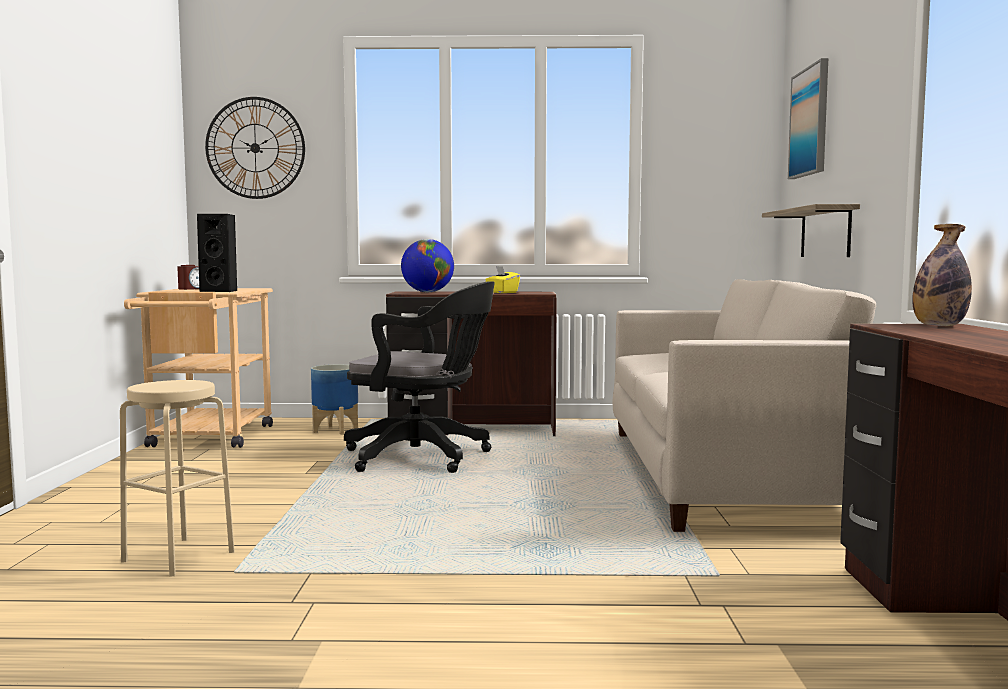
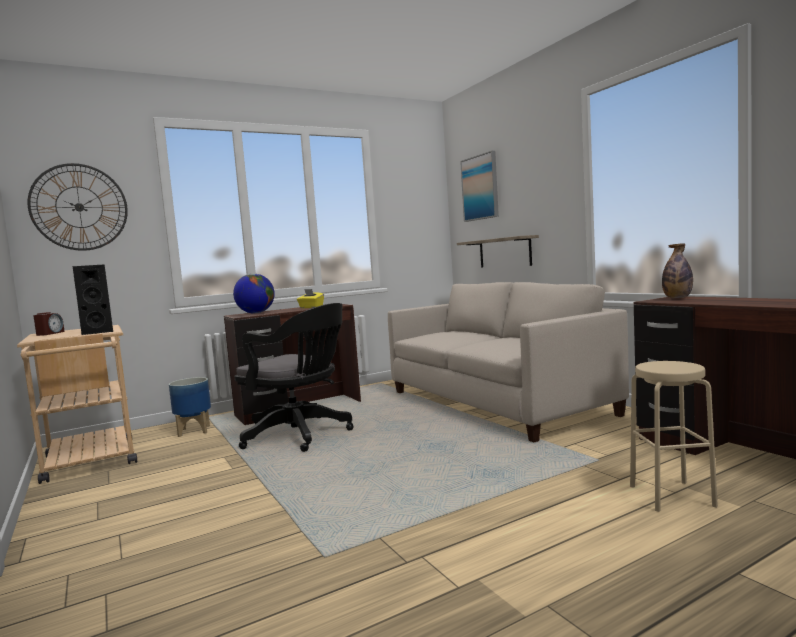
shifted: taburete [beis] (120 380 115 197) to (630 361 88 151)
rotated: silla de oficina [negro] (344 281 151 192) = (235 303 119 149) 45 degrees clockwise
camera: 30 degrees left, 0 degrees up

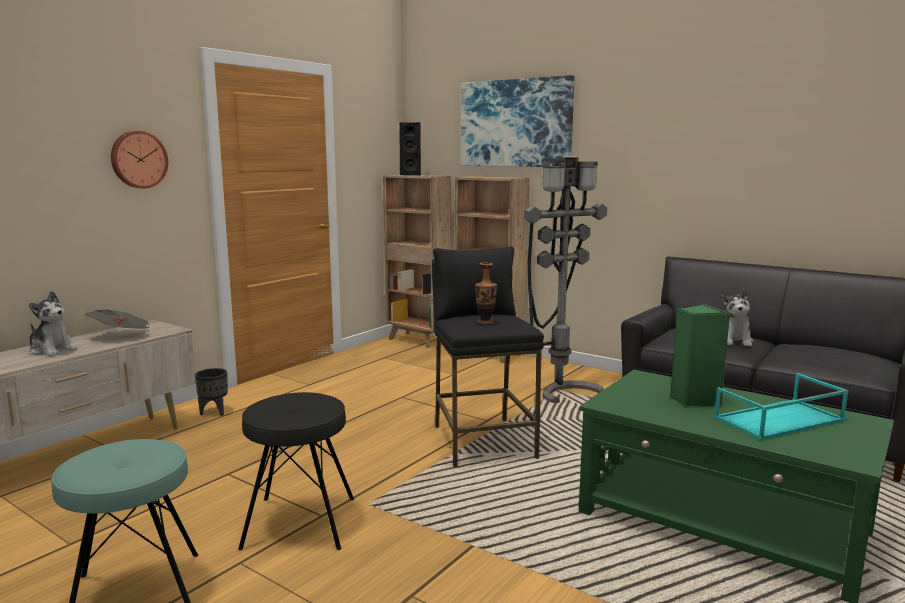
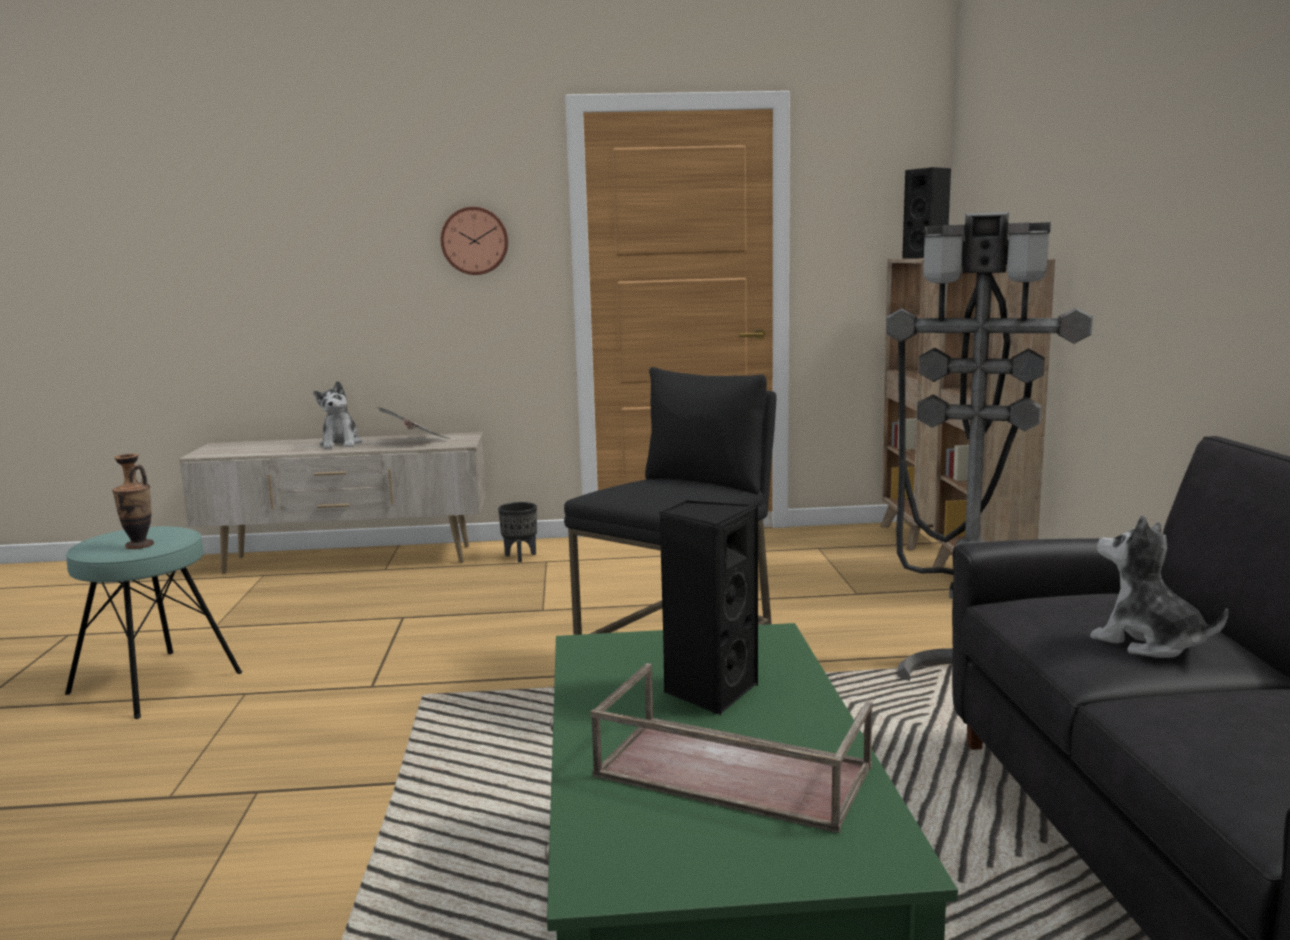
gone: taburete [negro] (238 392 116 158); cuadro (461 75 113 92)
shifted: florero (475 263 22 62) to (112 454 42 95)
repainted: altavoz [verde] (670 304 60 104) to altavoz [negro] (660 500 98 215); bandeja [turquesa] (714 373 135 67) to bandeja [marrón] (590 663 283 170)
rotated: peluche (721 289 32 57) = (1090 515 139 143) 75 degrees clockwise
camera: 50 degrees right, 0 degrees up

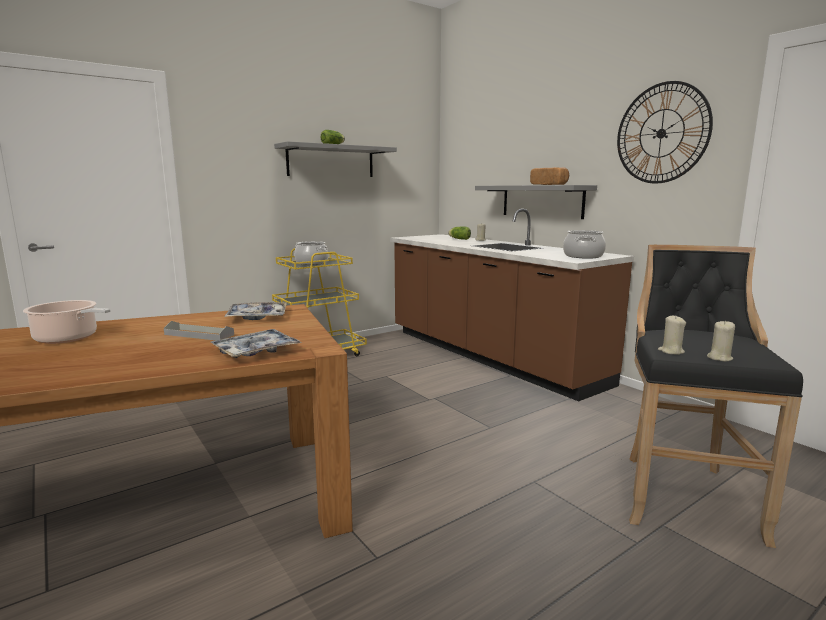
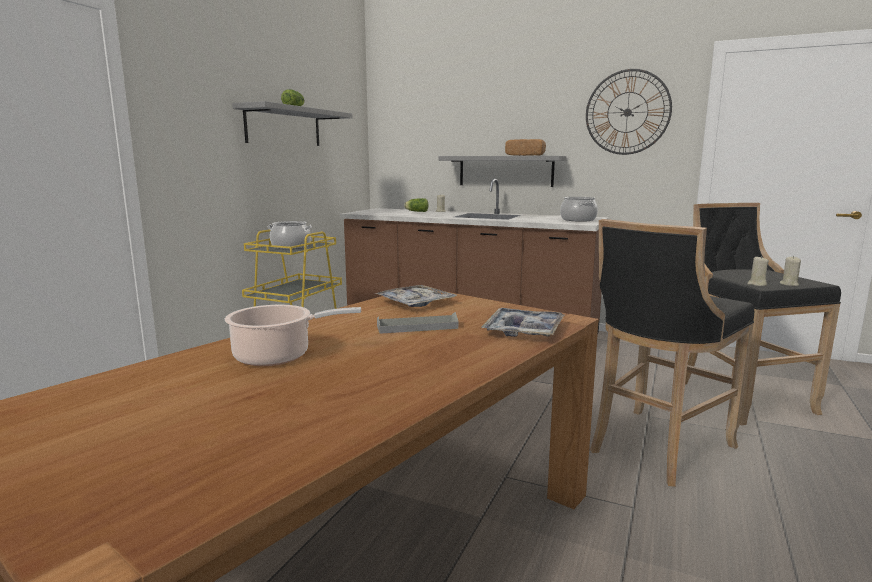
new: taburete [negro] (590 219 164 268)
camera: 30 degrees left, 0 degrees up

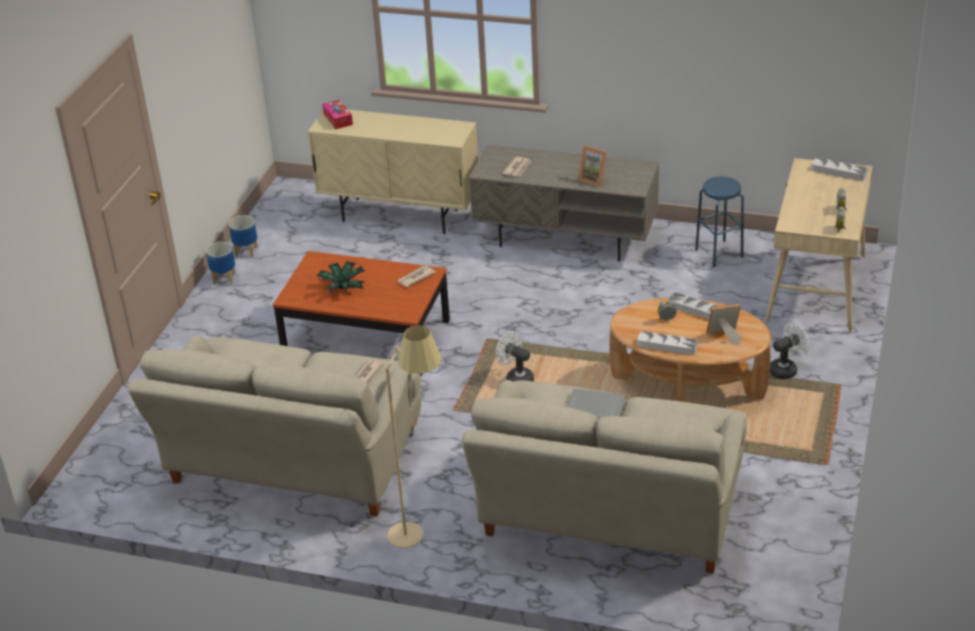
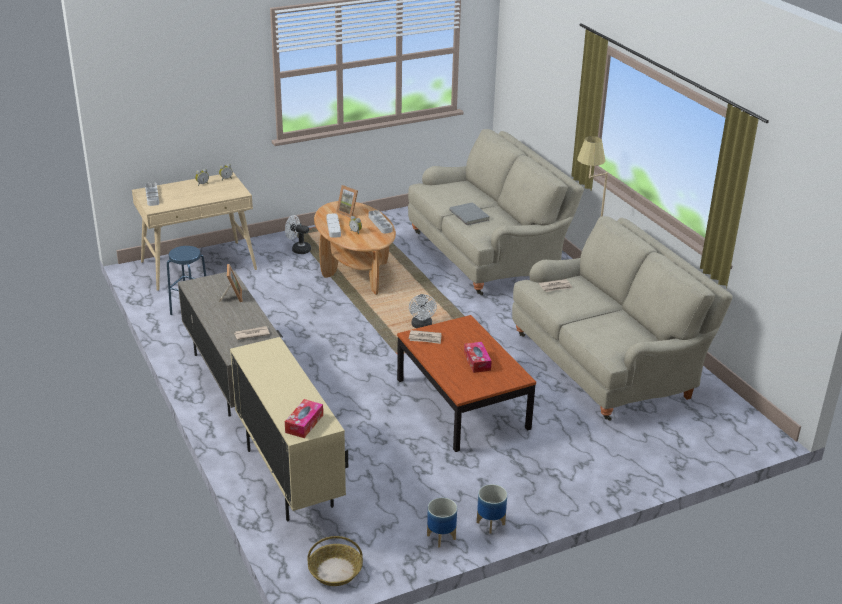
new: cesta (307 536 56 50)
swapped: planta en maceta (316 261 49 32) to caja de pañuelos (464 342 28 31)
camera: 135 degrees left, 5 degrees down

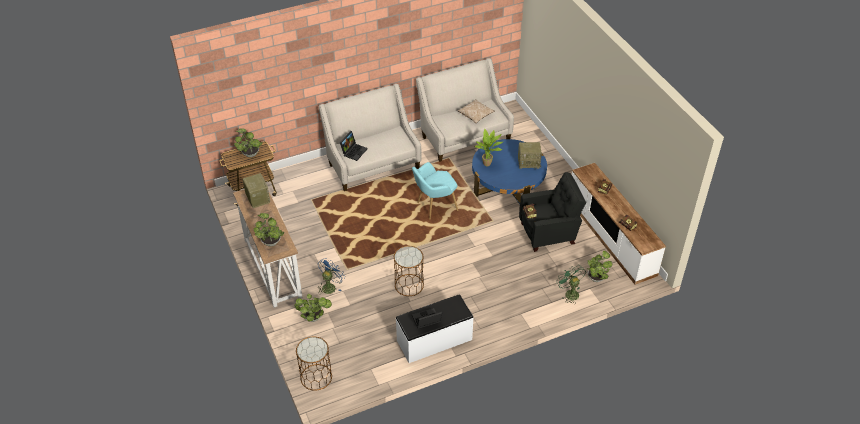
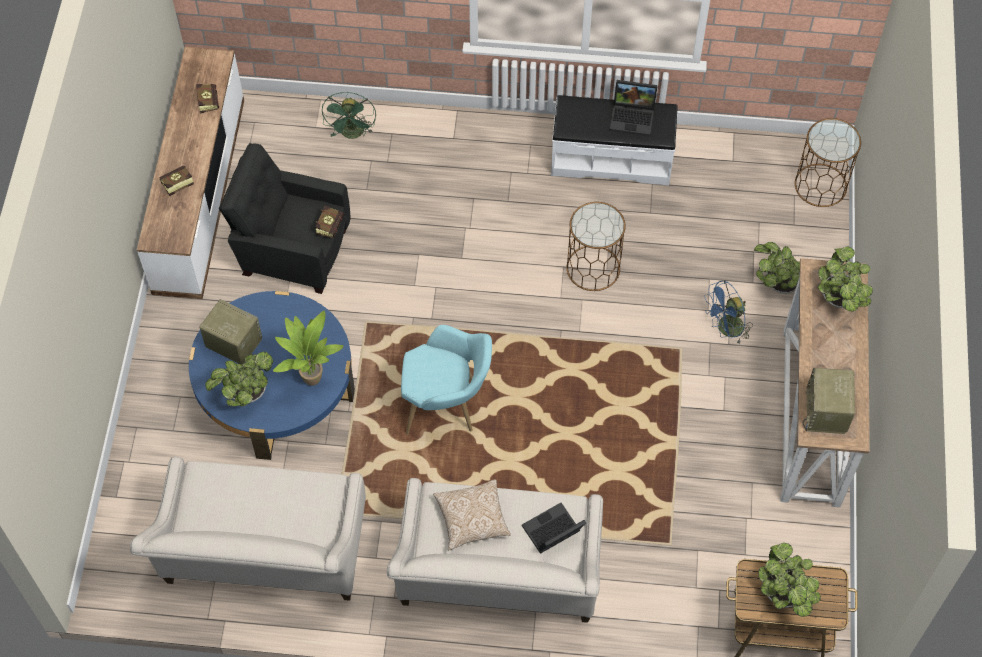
shifted: cojín (458 99 37 24) to (433 479 78 71); planta en maceta (587 251 25 31) to (205 351 68 56)
camera: 150 degrees left, 15 degrees up

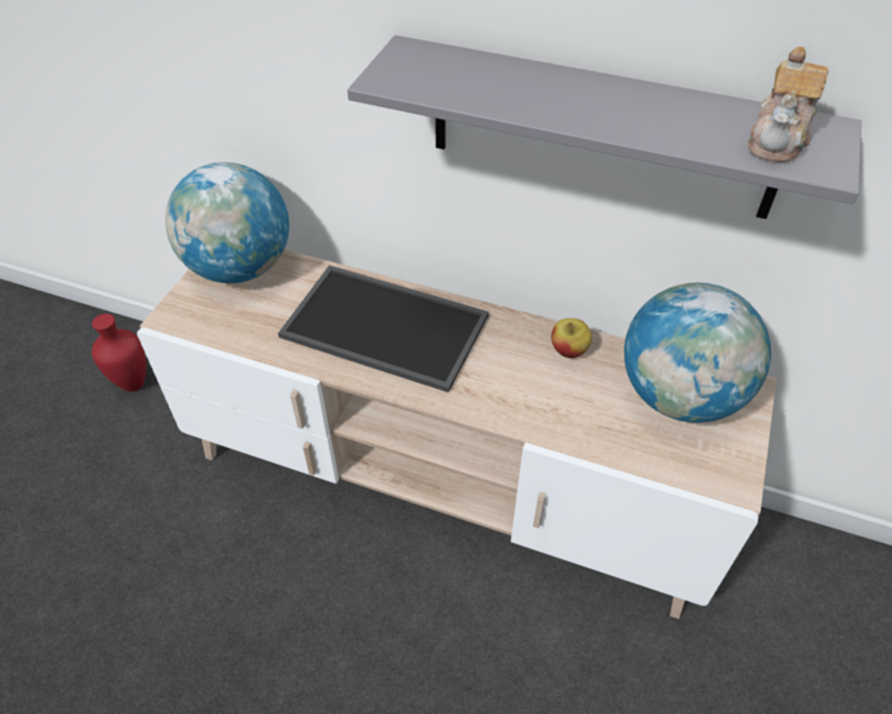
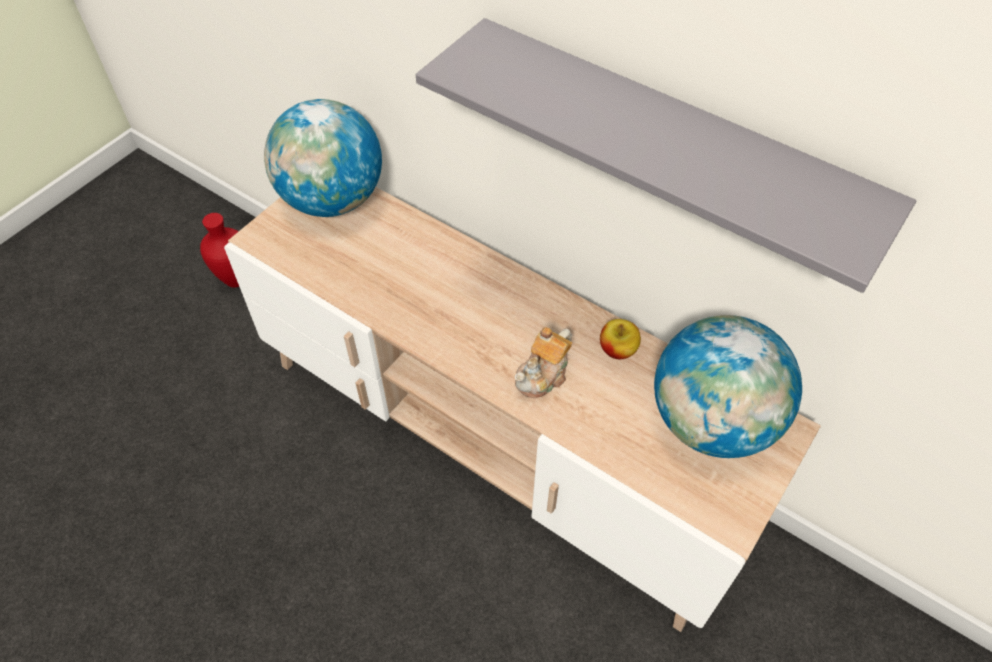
gone: bandeja (278 265 211 128)
shifted: tetera (748 47 81 115) to (515 327 57 71)
camera: 15 degrees right, 5 degrees up

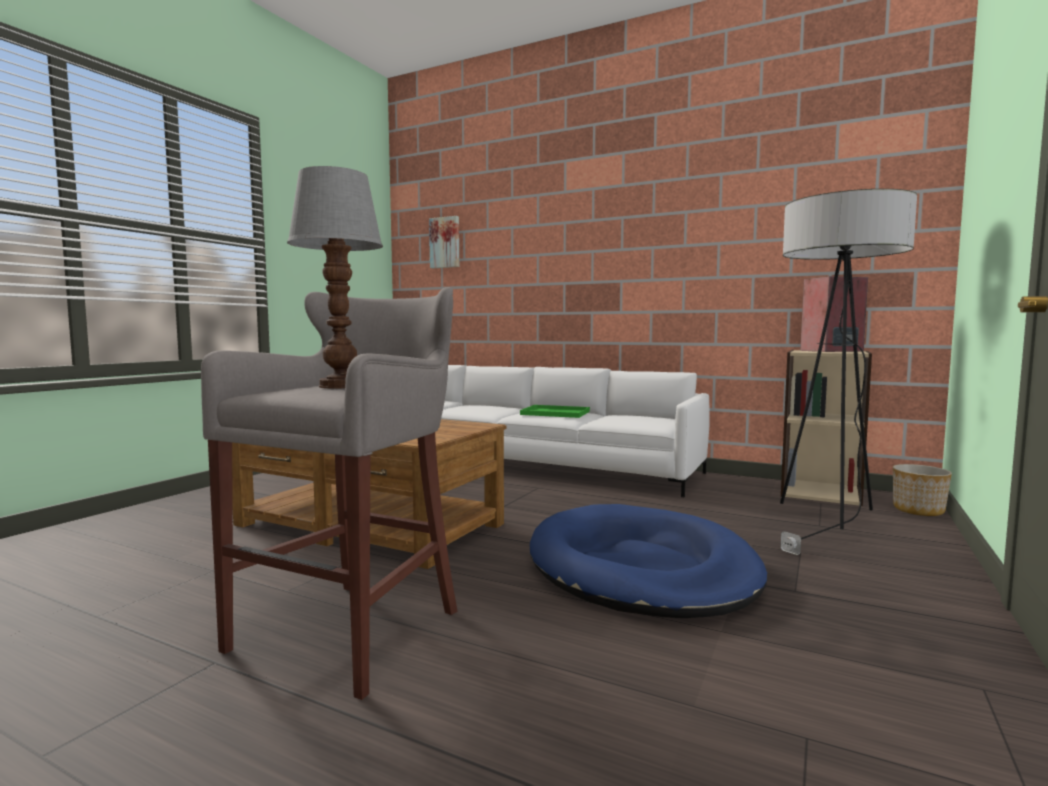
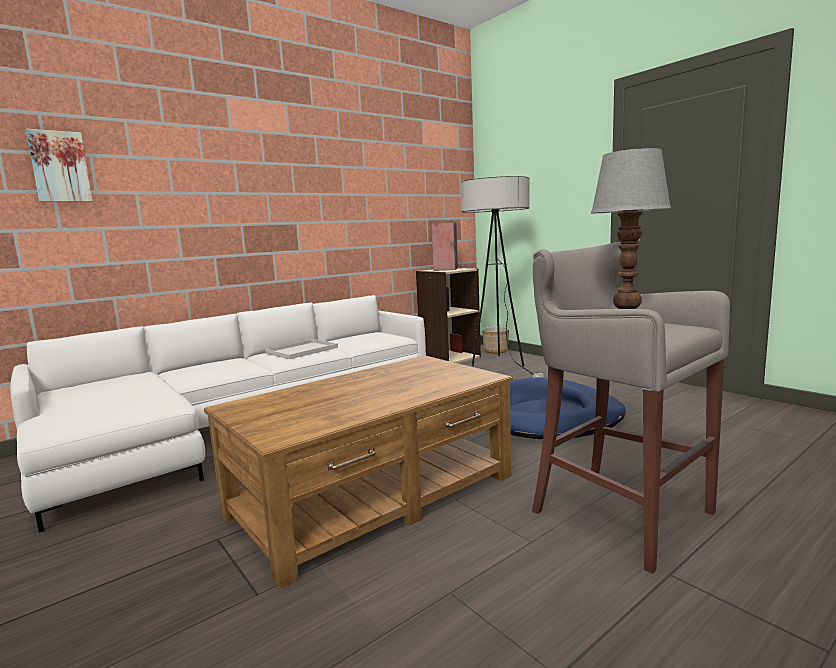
repainted: bandeja [verde] (520 405 70 13) to bandeja [blanco] (265 339 73 20)
camera: 65 degrees left, 5 degrees up

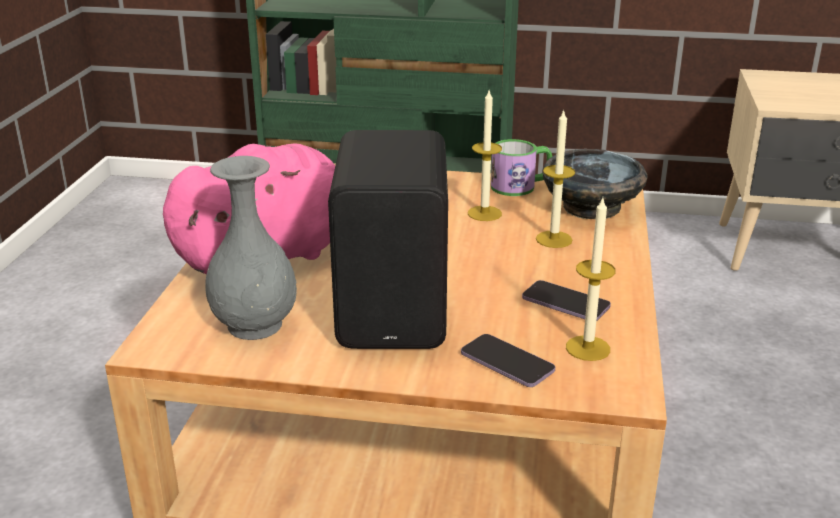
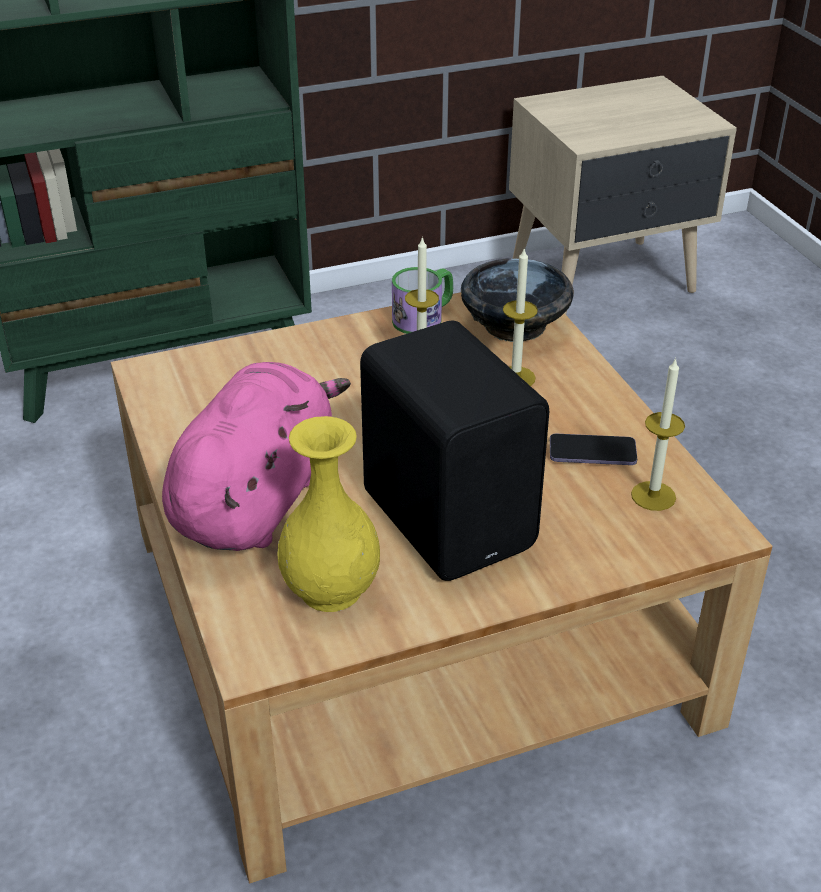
gone: móvil (461 334 94 53)
repainted: florero [gris] (205 156 92 184) to florero [amarillo] (278 416 102 196)
camera: 30 degrees left, 10 degrees up

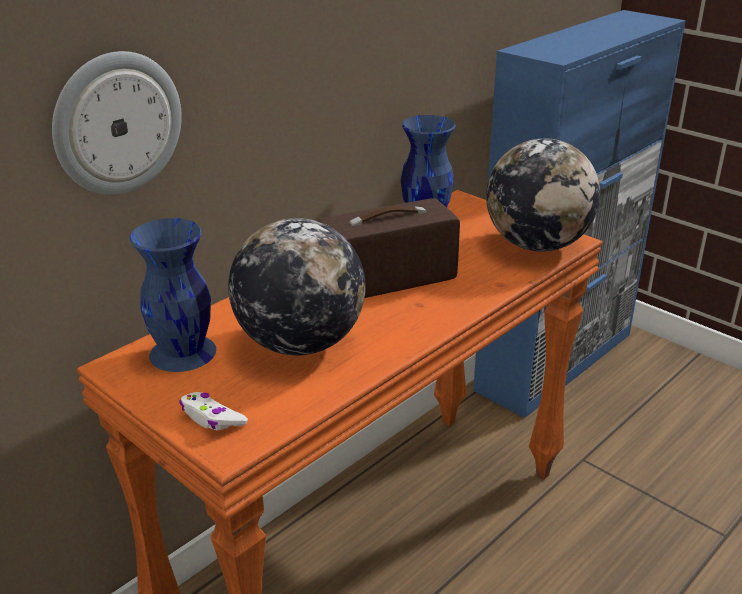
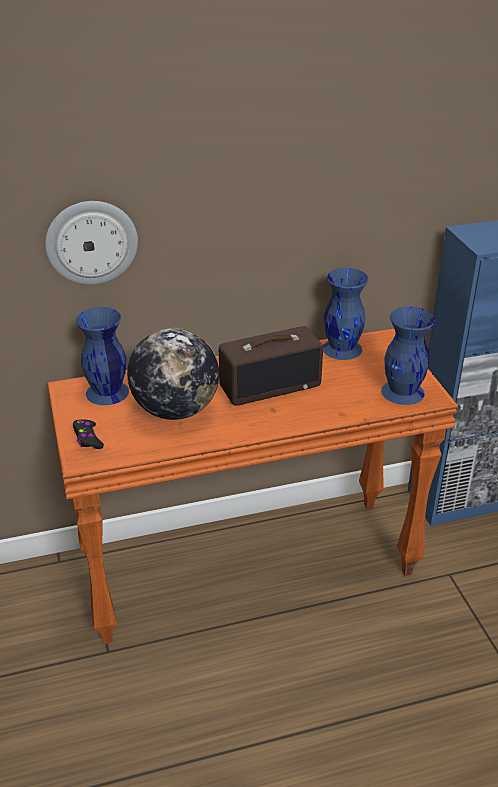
swapped: globo terráqueo (486 138 114 114) to florero [azul] (381 306 54 99)
repainted: mando de consola [blanco] (179 392 69 38) to mando de consola [negro] (73 420 31 29)
rotated: radio (318 198 142 100) = (219 326 104 80) 150 degrees clockwise
camera: 30 degrees right, 5 degrees up

